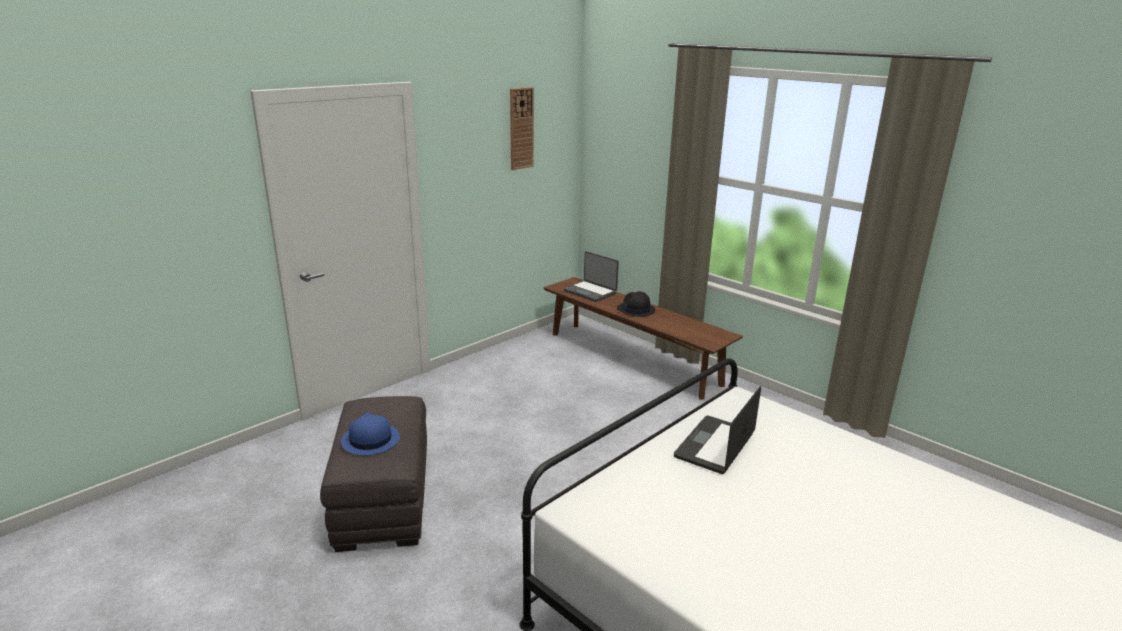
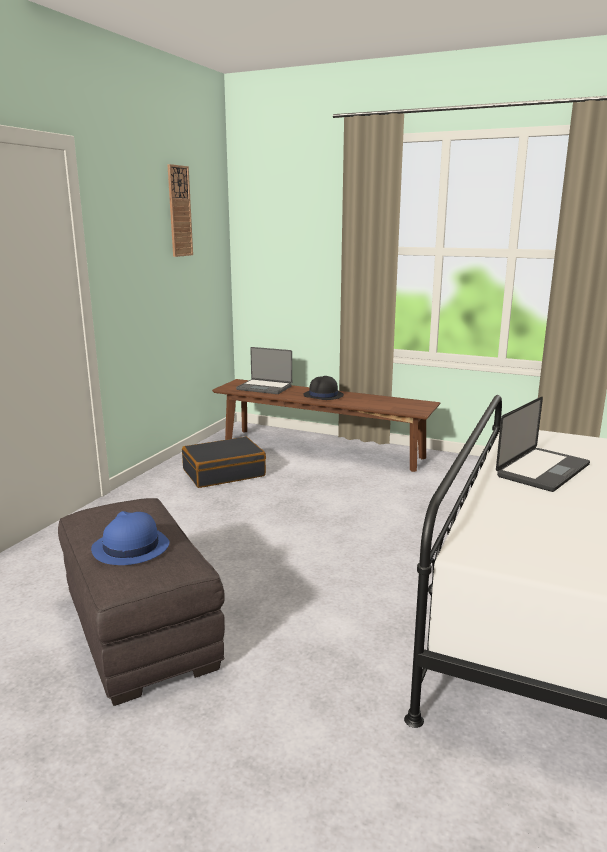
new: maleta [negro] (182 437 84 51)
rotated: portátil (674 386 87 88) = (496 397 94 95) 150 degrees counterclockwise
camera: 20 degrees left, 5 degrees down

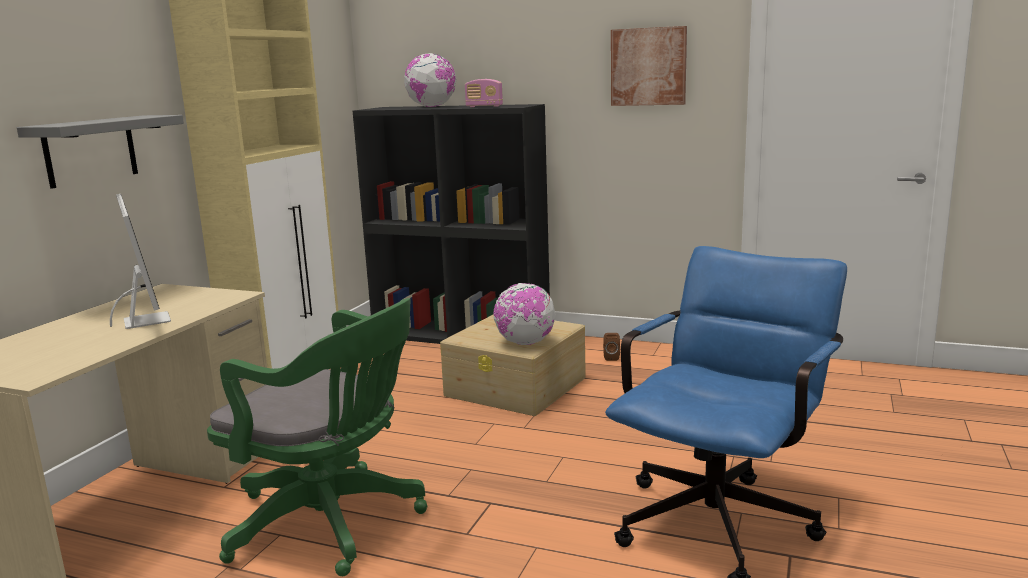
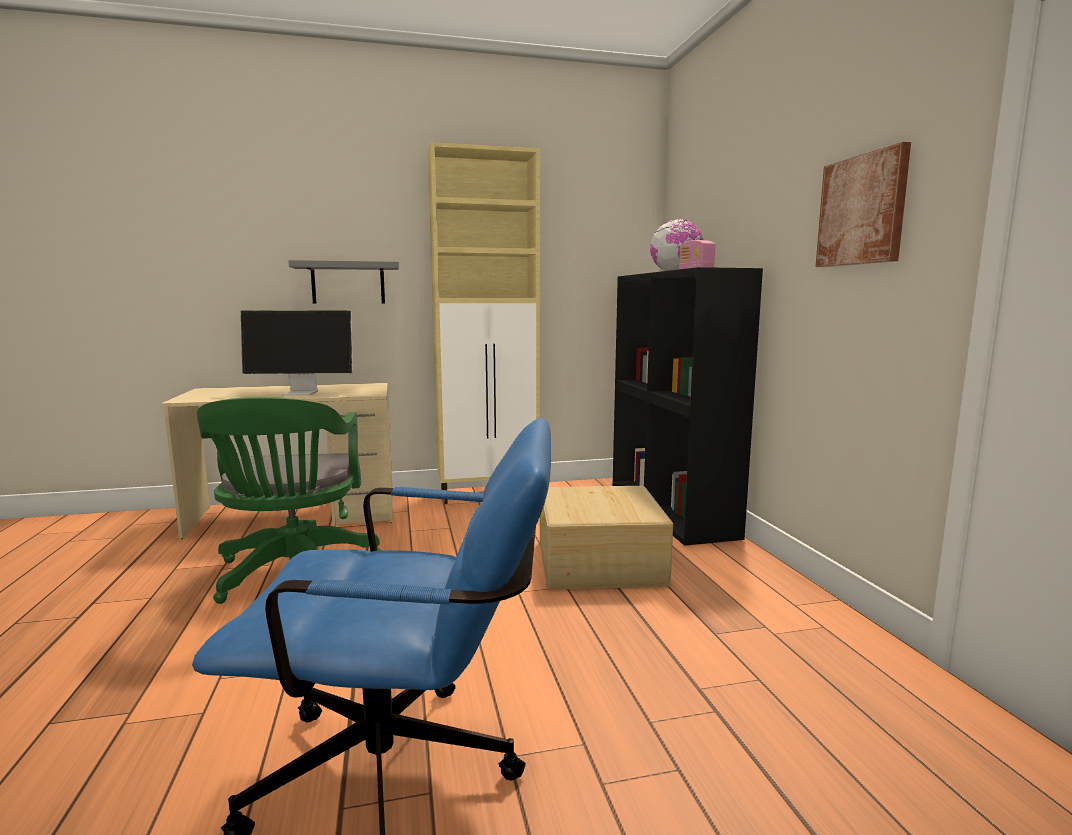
gone: globo terráqueo (494 283 62 62); altavoz [marrón] (603 333 17 28)
rotated: monitor (110 194 61 135) = (241 311 112 84) 60 degrees clockwise
camera: 55 degrees right, 5 degrees down

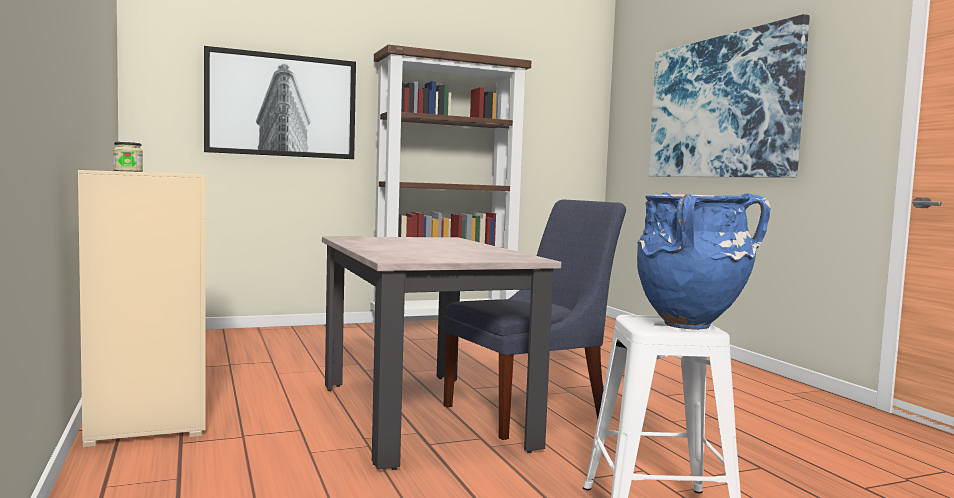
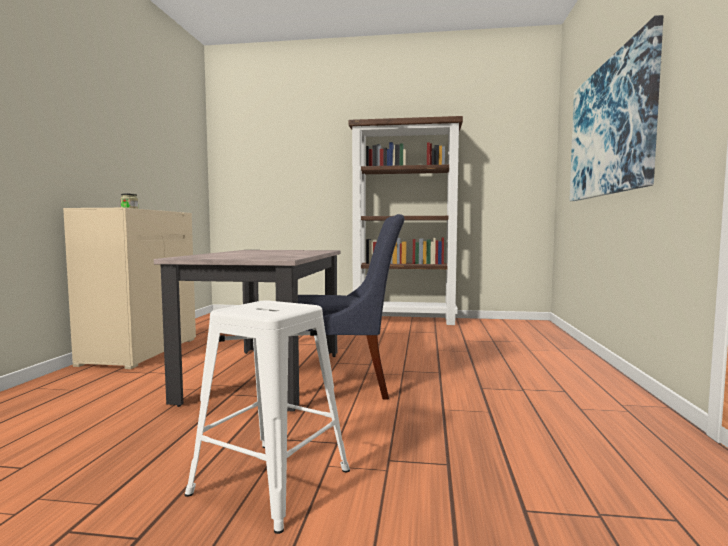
gone: cuadro (204 46 152 113); florero [azul] (637 192 133 138)
camera: 30 degrees right, 0 degrees up

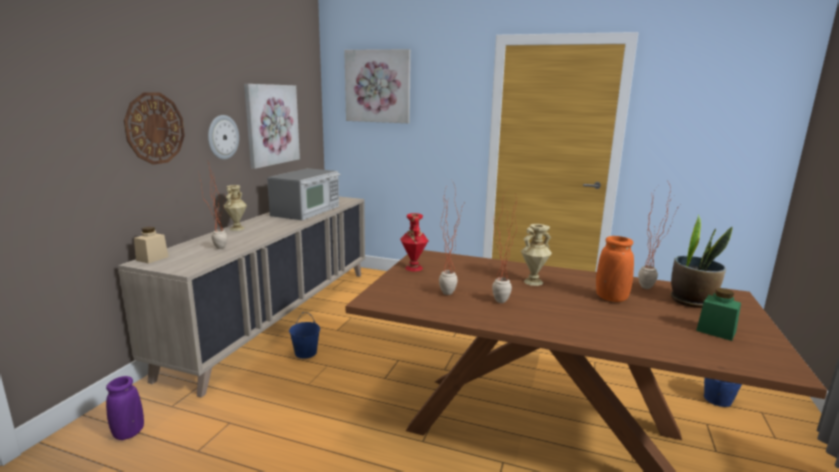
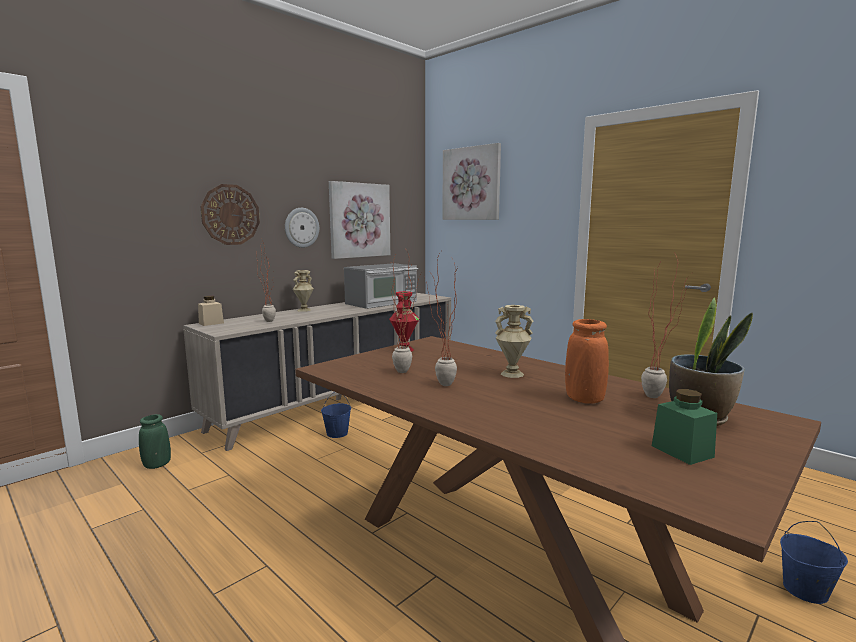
repainted: florero [morado] (106 376 38 64) to florero [verde] (139 414 32 55)
camera: 25 degrees right, 5 degrees down

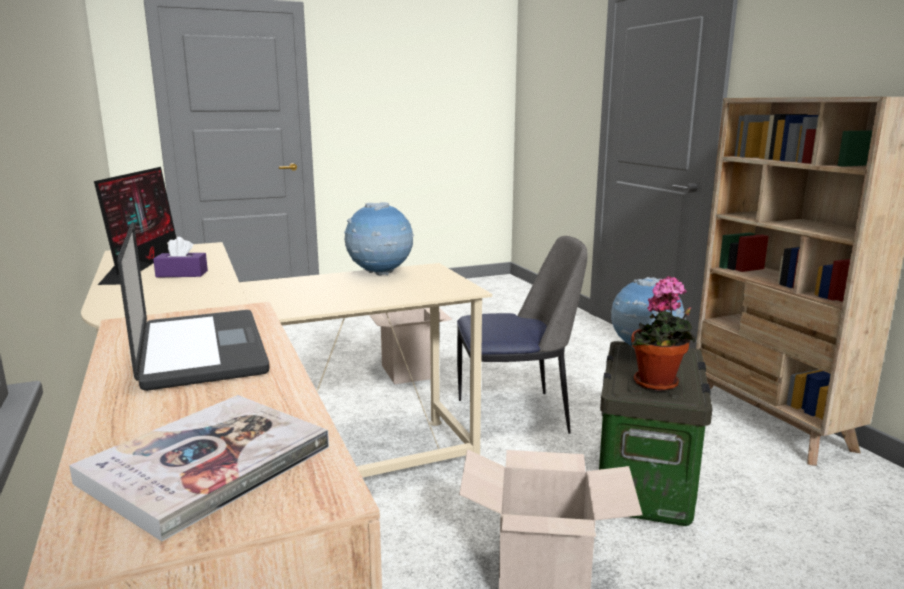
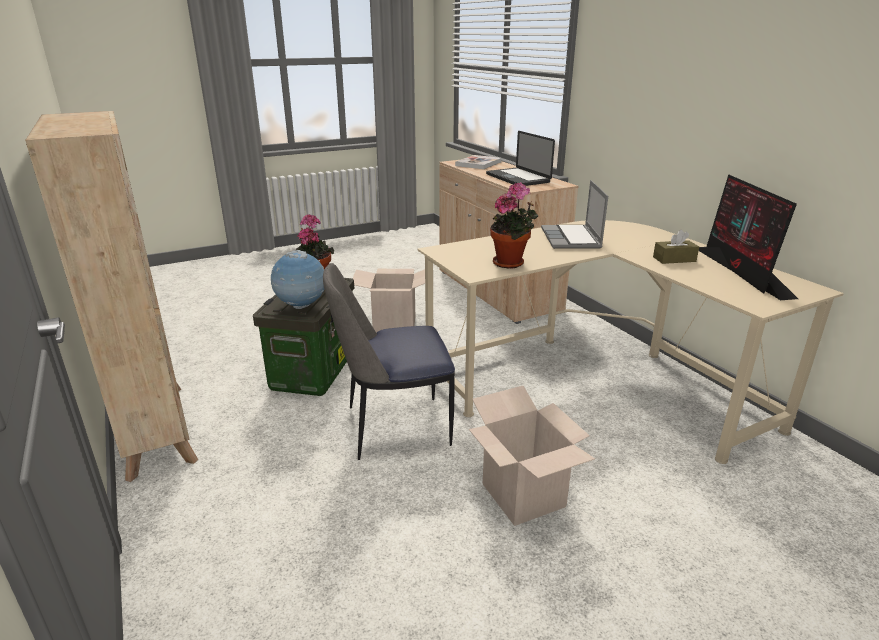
new: portátil (541 180 67 69)
swapped: globo terráqueo (344 202 70 74) to planta en maceta (490 183 48 86)
repainted: caja de pañuelos [morado] (153 237 55 41) to caja de pañuelos [marrón] (653 230 46 34)
camera: 175 degrees right, 10 degrees up

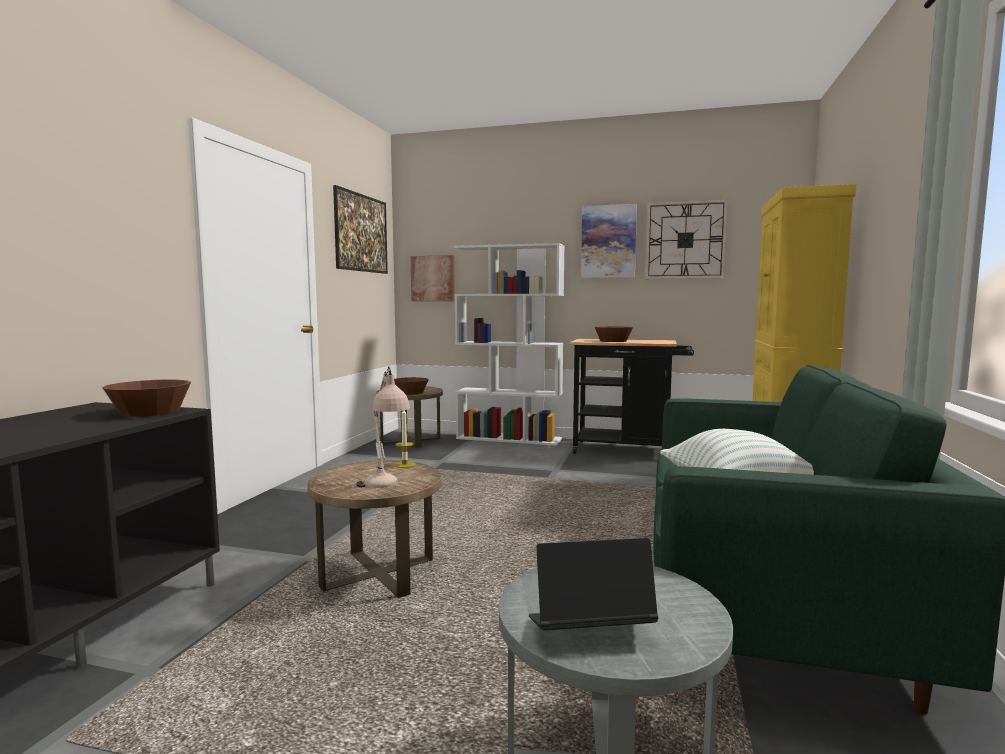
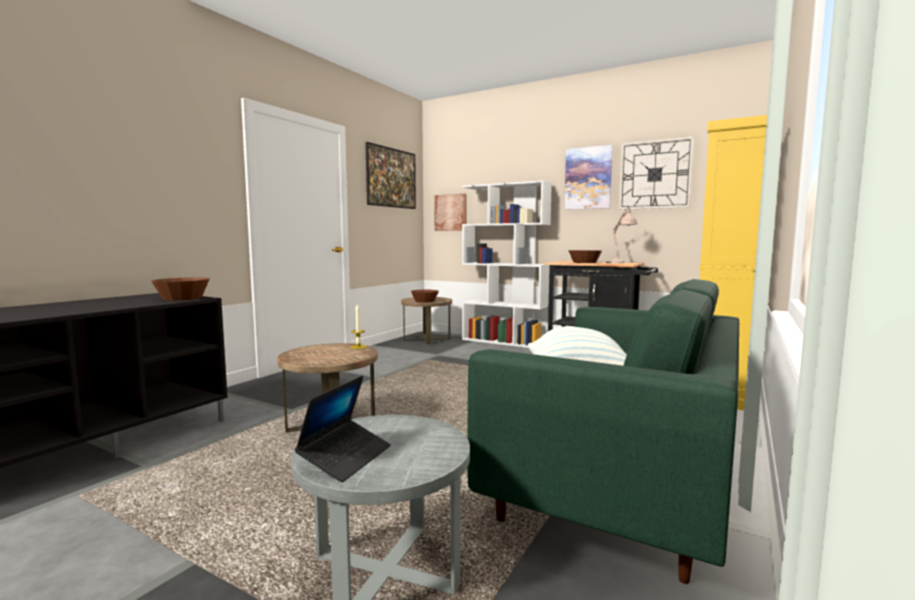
shifted: lámpara de mesa [beis] (357 366 53 122) to (606 207 31 56)
rotated: portátil (529 538 129 93) = (295 375 96 107) 105 degrees clockwise
camera: 15 degrees right, 0 degrees up

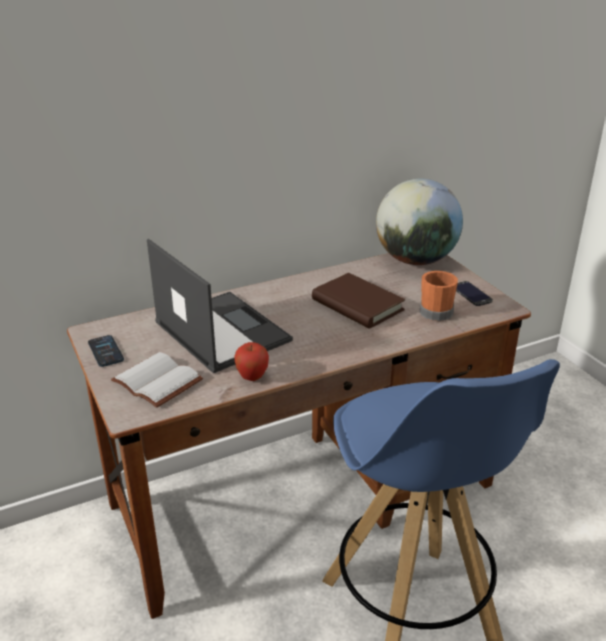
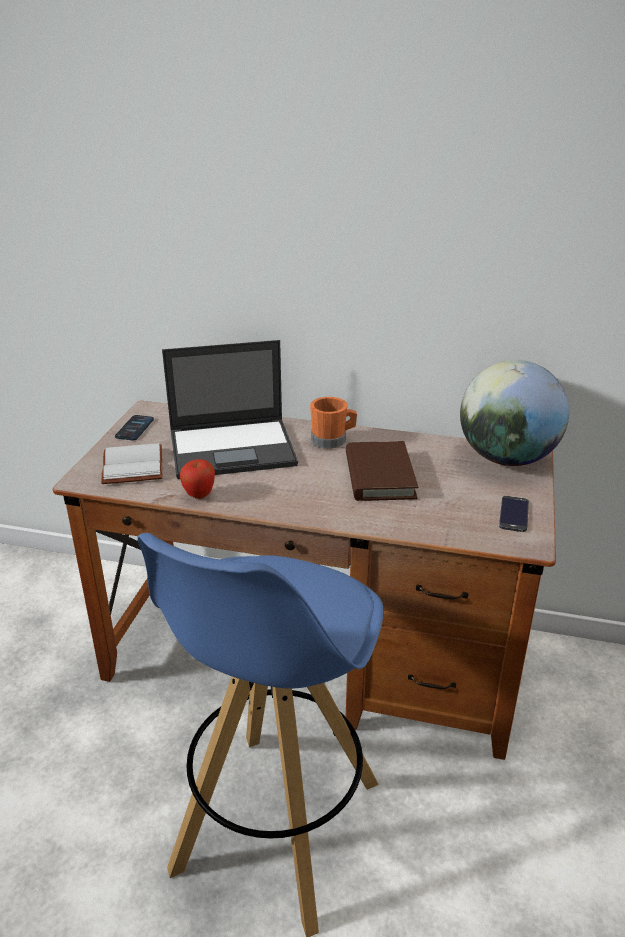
shifted: taza grande [naranja] (420 271 38 50) to (310 397 47 52)
rotated: portátil (147 239 146 134) = (162 340 136 139) 75 degrees clockwise
camera: 40 degrees right, 0 degrees up

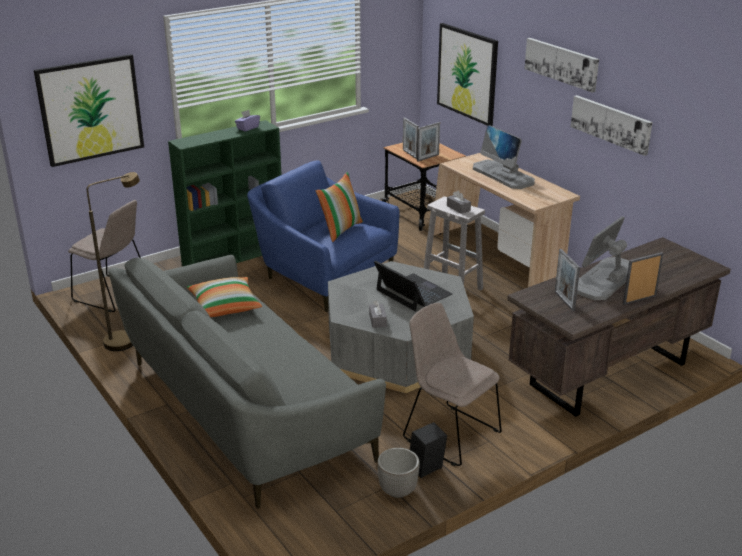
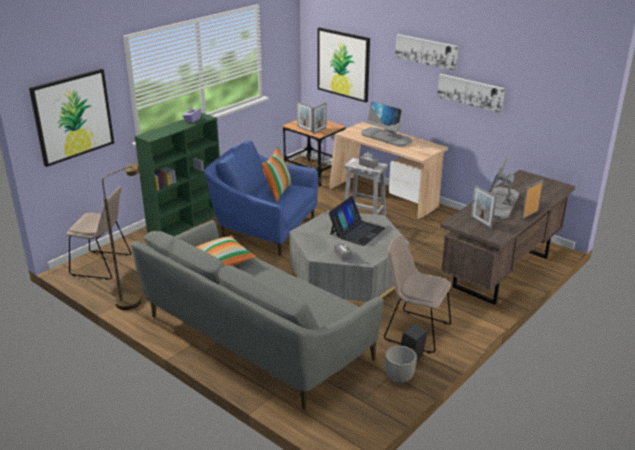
rotated: portátil (374 261 78 50) = (328 196 57 50) 90 degrees clockwise
camera: 15 degrees left, 0 degrees up

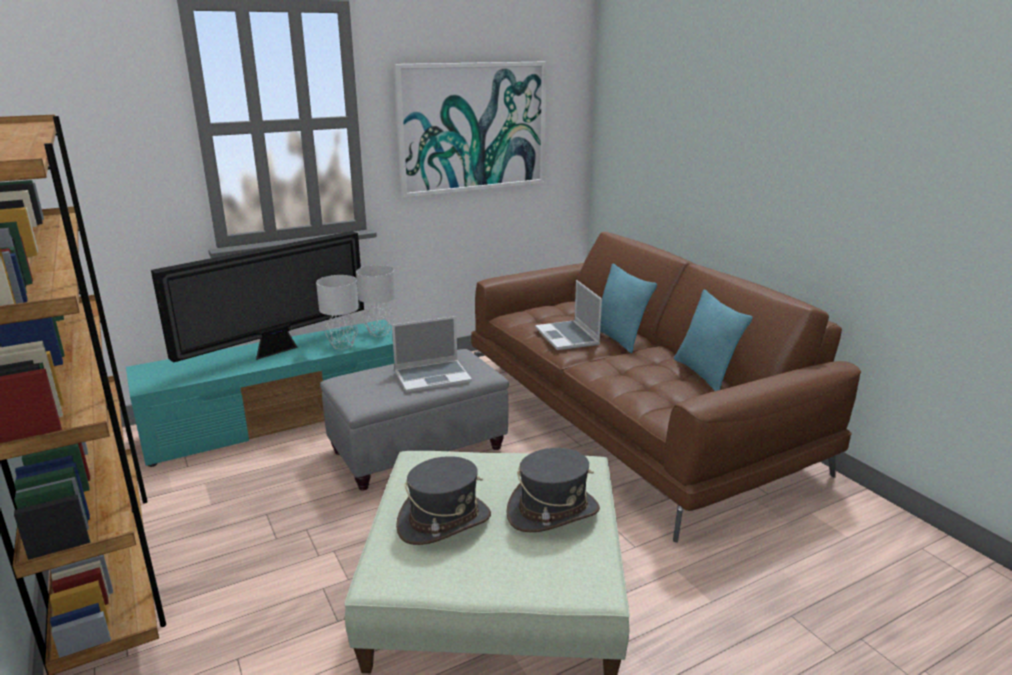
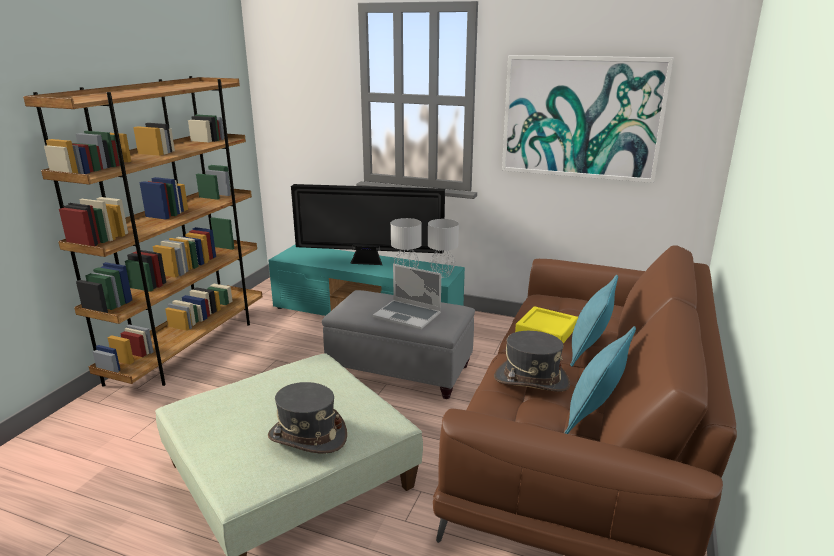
shifted: sombrero [gris] (396 456 95 89) to (494 331 76 61)
swapped: portátil (535 280 67 70) to bandeja [amarillo] (515 306 63 38)
camera: 50 degrees right, 0 degrees up

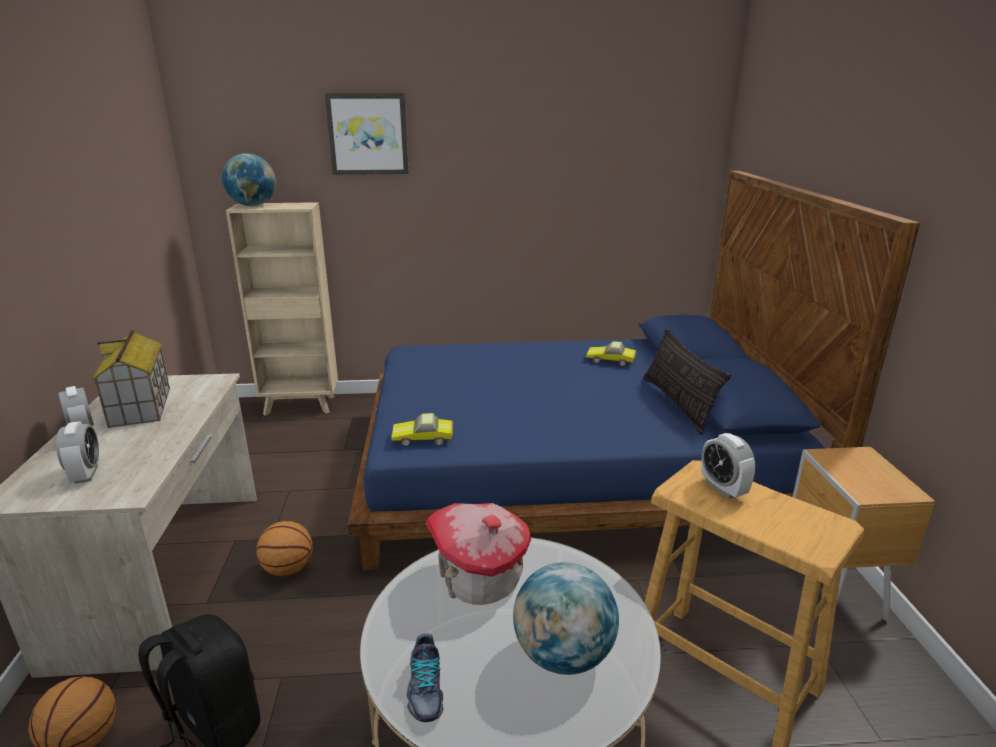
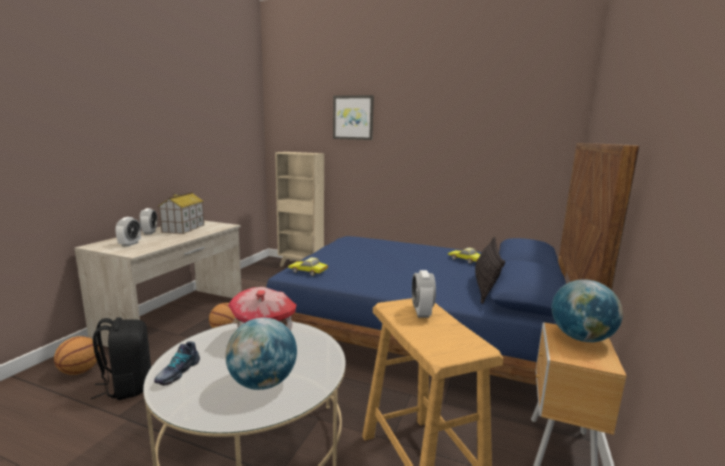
shifted: globo terráqueo (222 153 54 53) to (552 279 71 63)
camera: 25 degrees right, 10 degrees down

